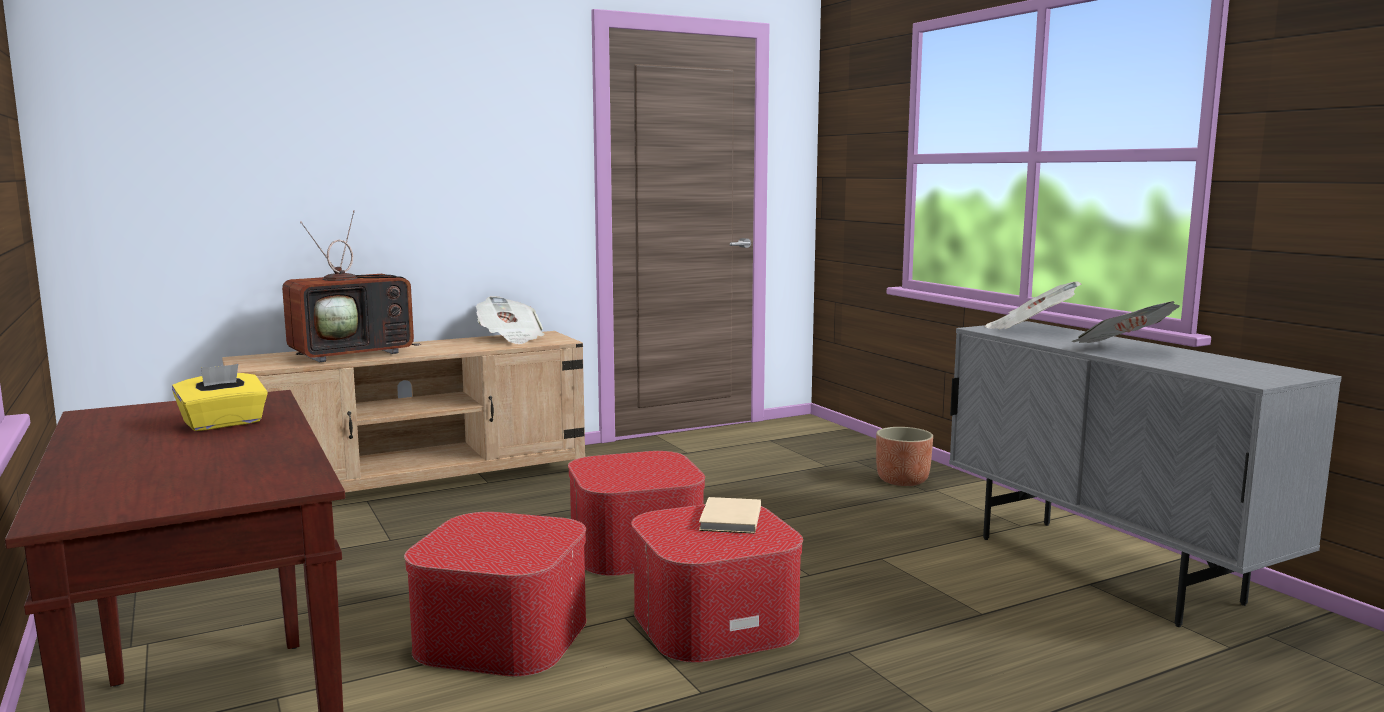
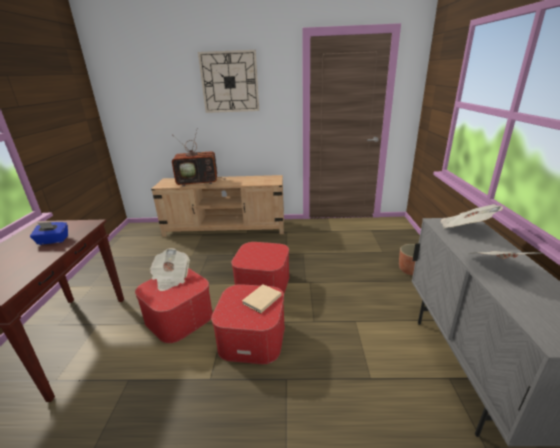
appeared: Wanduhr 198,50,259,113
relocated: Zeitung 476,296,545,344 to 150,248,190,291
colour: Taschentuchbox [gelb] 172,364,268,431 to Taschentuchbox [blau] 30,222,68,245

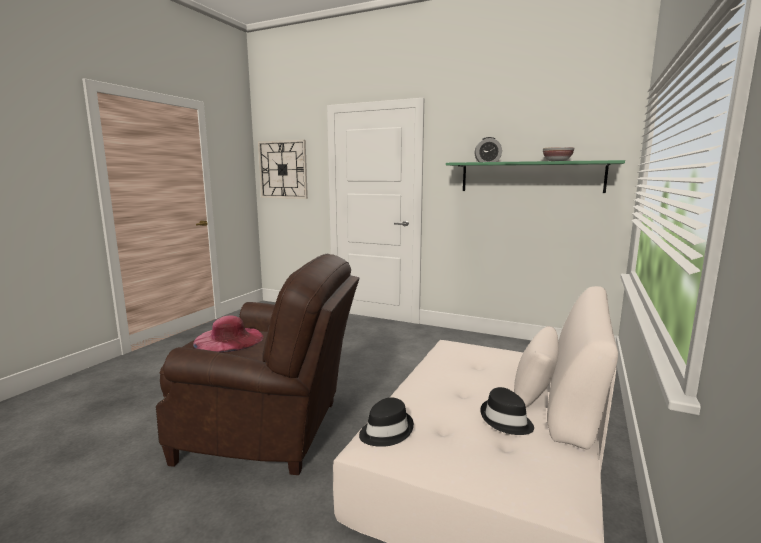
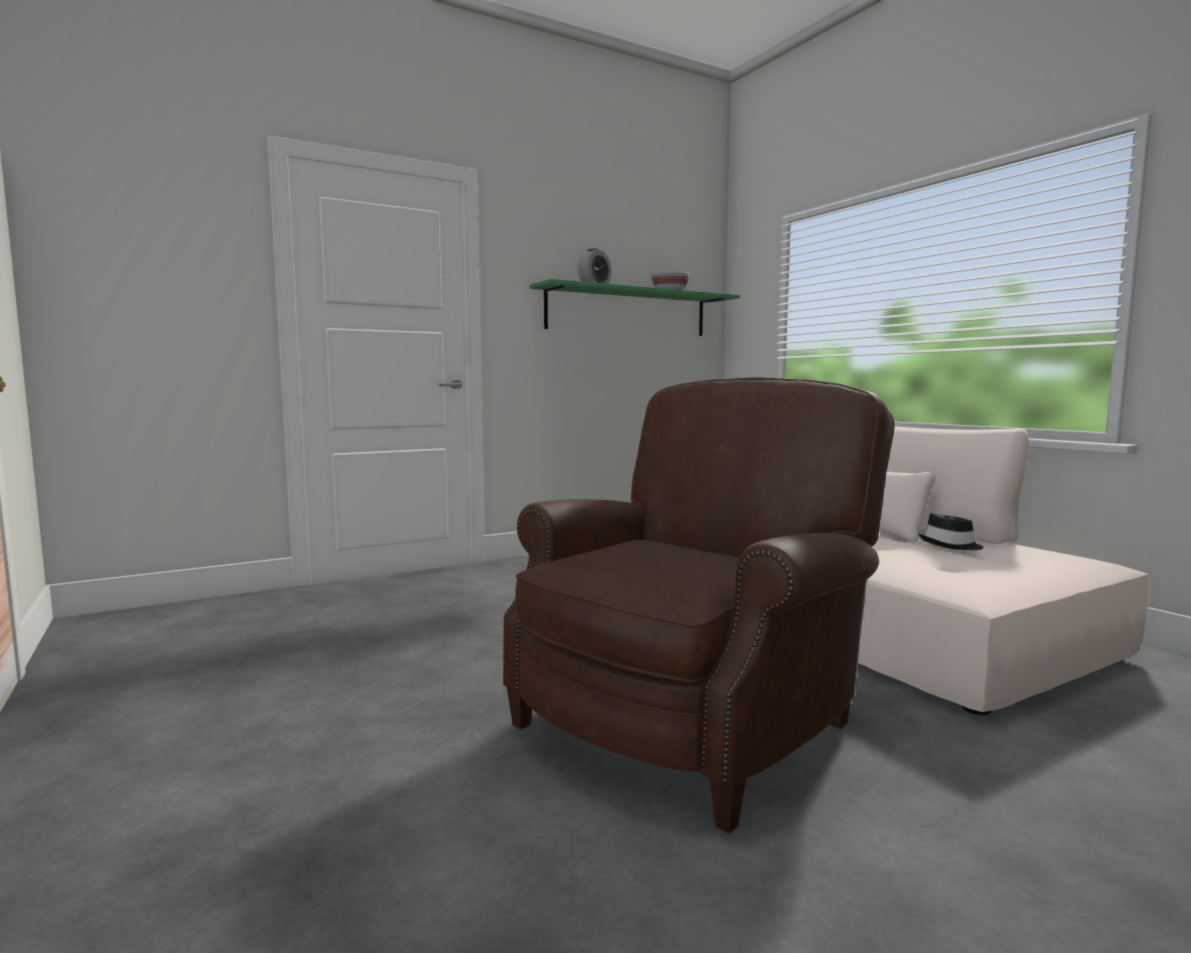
missing: Hut [rosa] 193,315,263,352; Wanduhr 258,140,308,199; Hut [schwarz] 359,397,414,447

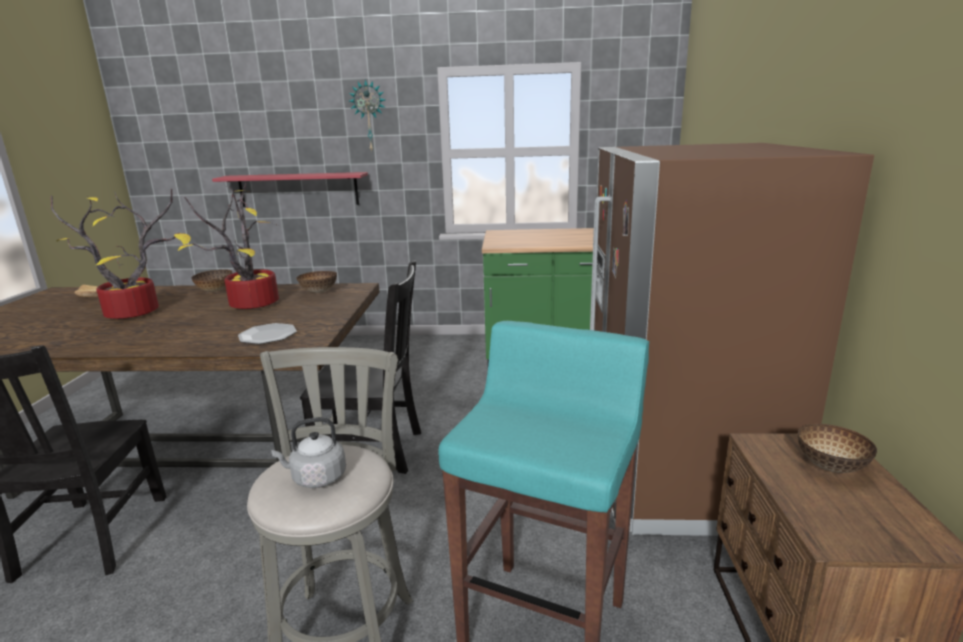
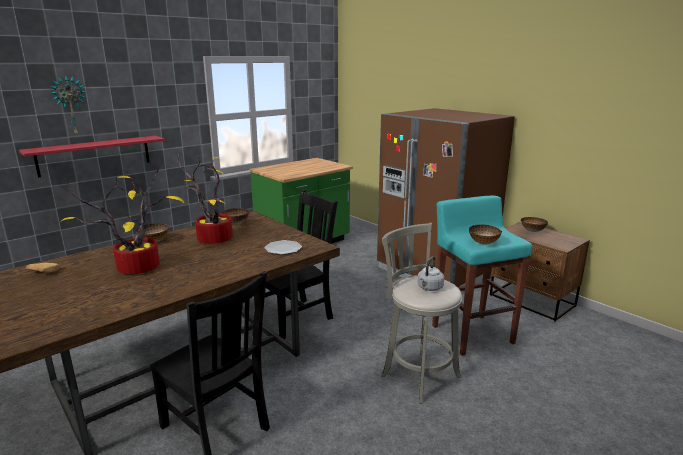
appeared: Schüssel 469,225,502,245
relocated: Wanduhr 349,79,386,151 to 50,75,87,135

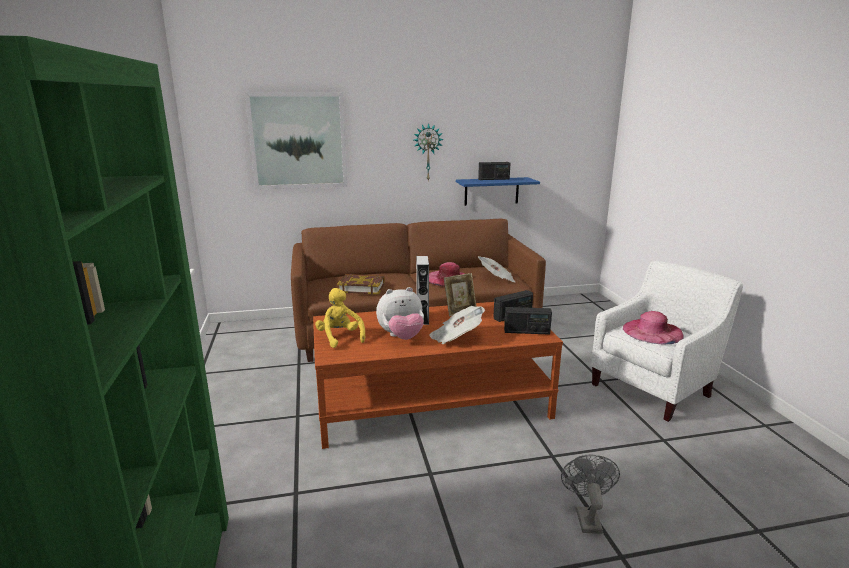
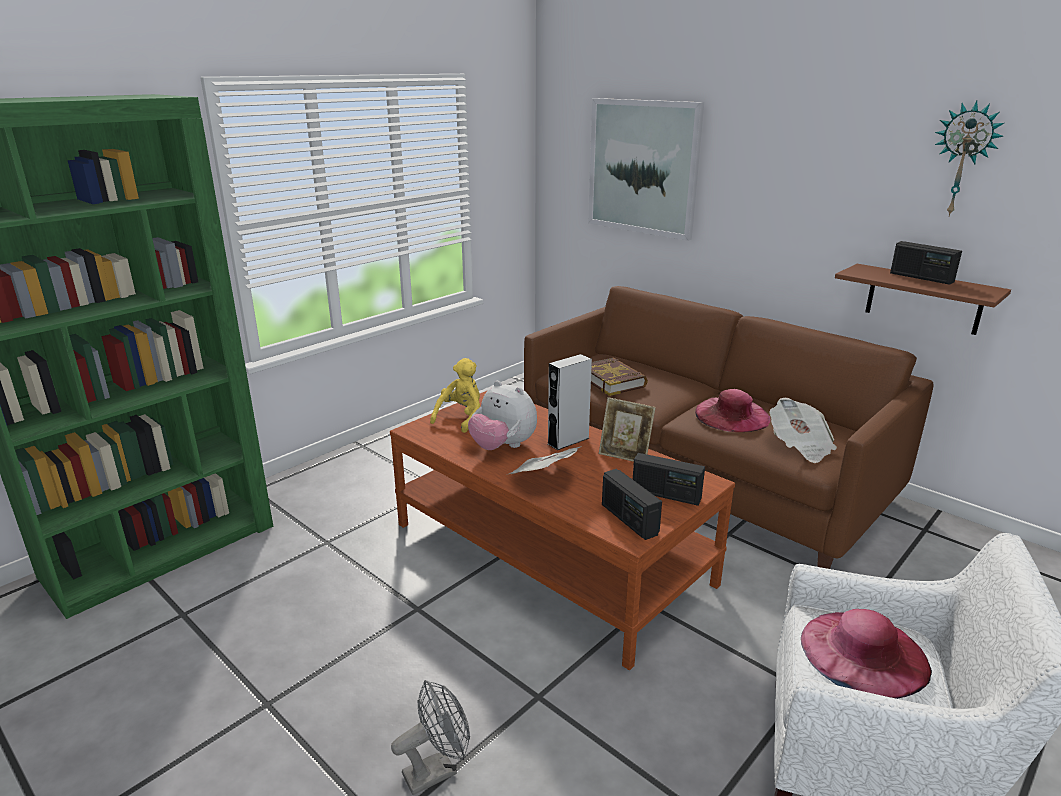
relocated: Wanduhr 414,123,444,181 to 935,101,1004,217
colour: Wandregal [blau] 456,177,540,206 to Wandregal [braun] 835,264,1011,335

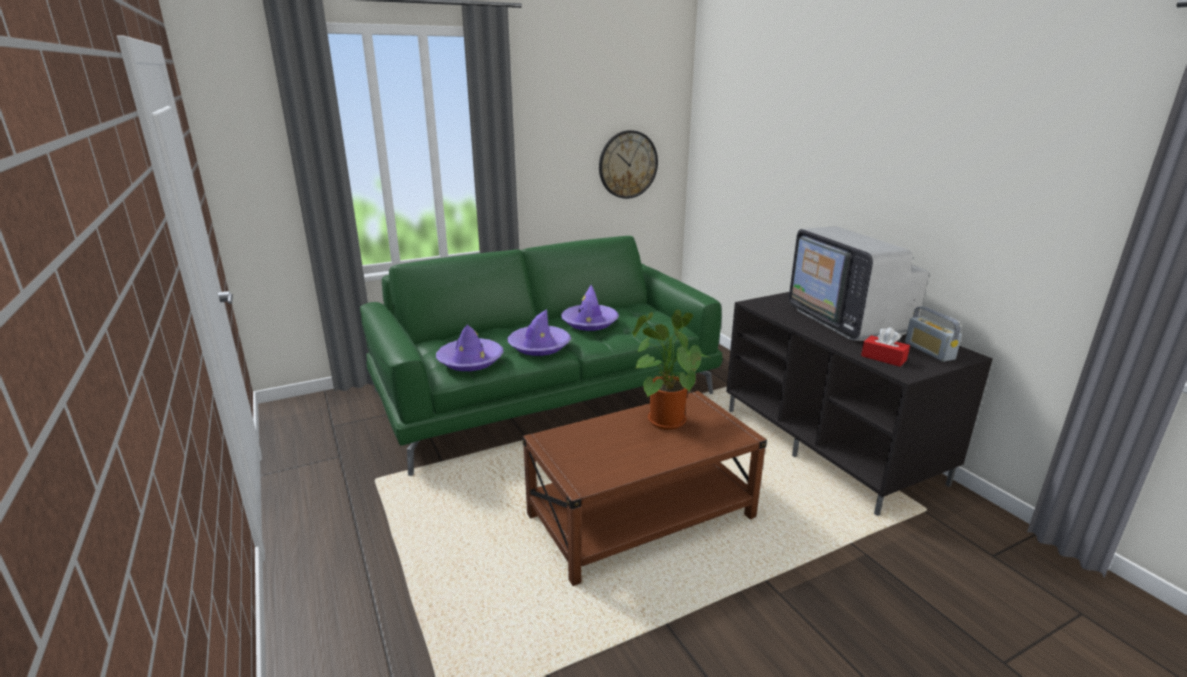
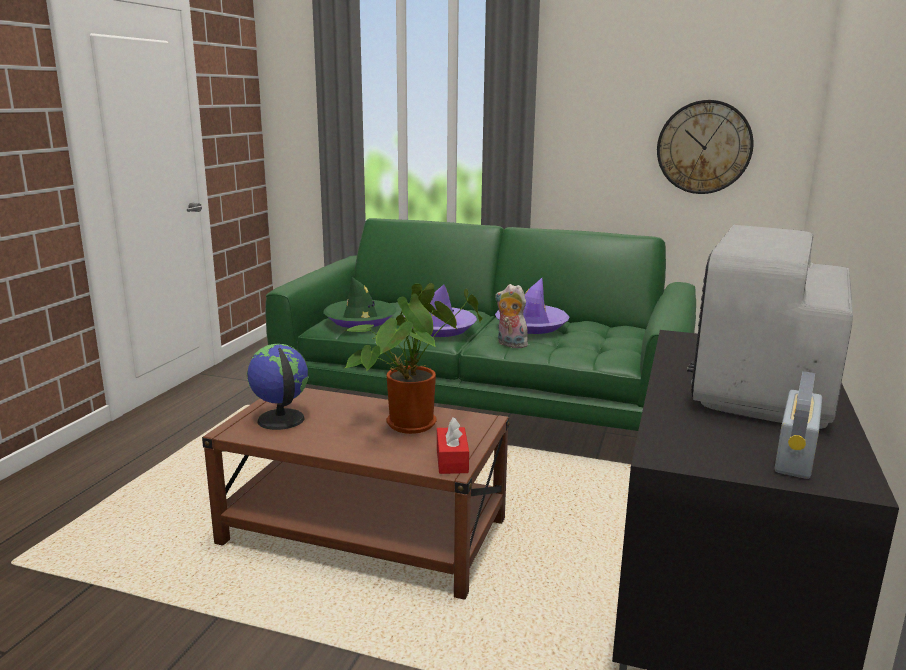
appeared: Globus 247,344,308,430; Plüschtier 495,284,528,348
relocated: Taschentuchbox [rot] 861,327,910,367 to 437,417,469,474
colour: Hut [lila] 436,324,503,371 to Hut [grün] 323,277,396,328

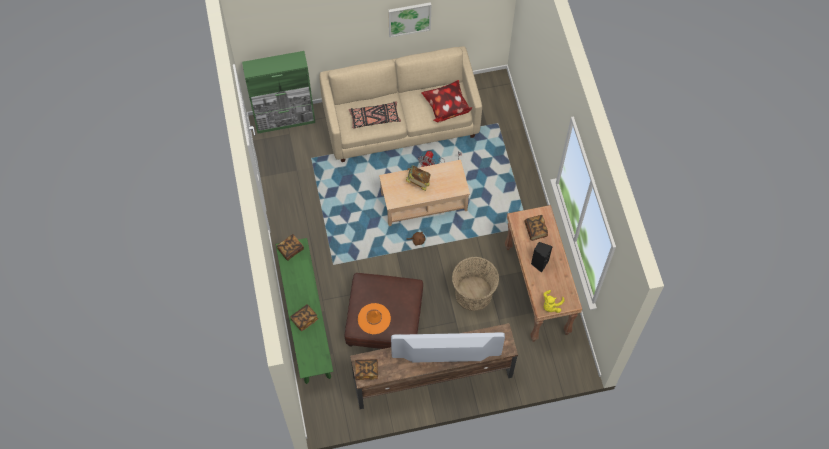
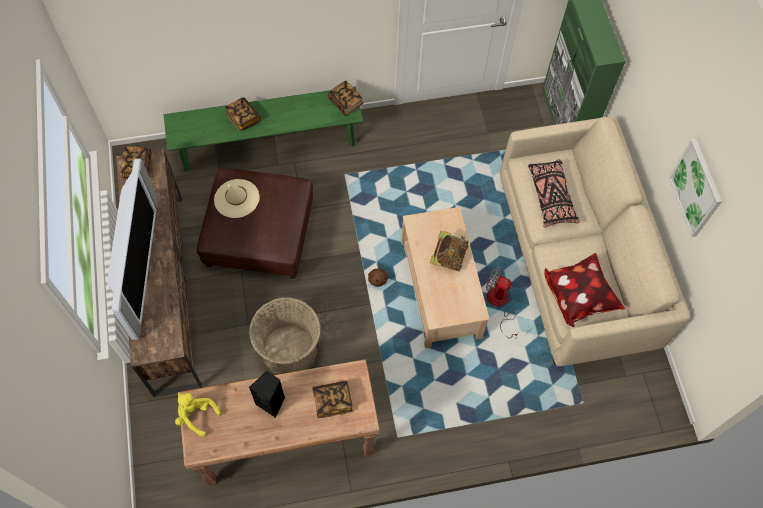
colour: Hut [orange] 358,303,391,334 to Hut [beige] 214,179,260,218

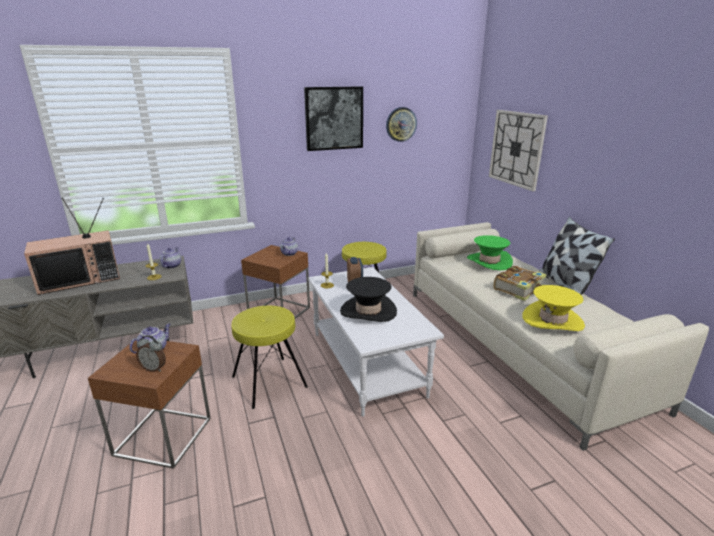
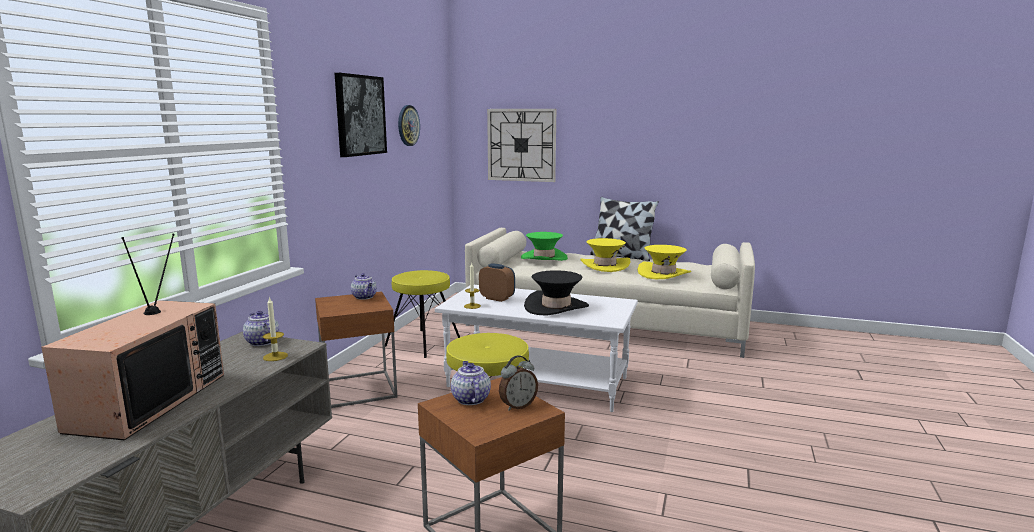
exchanged: Buch 493,266,547,301 to Hut [gelb] 581,238,631,272

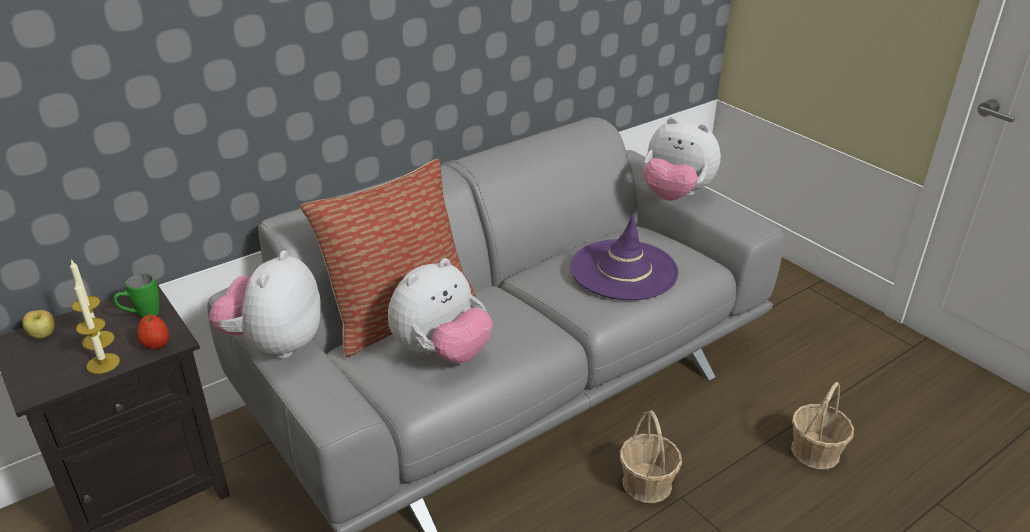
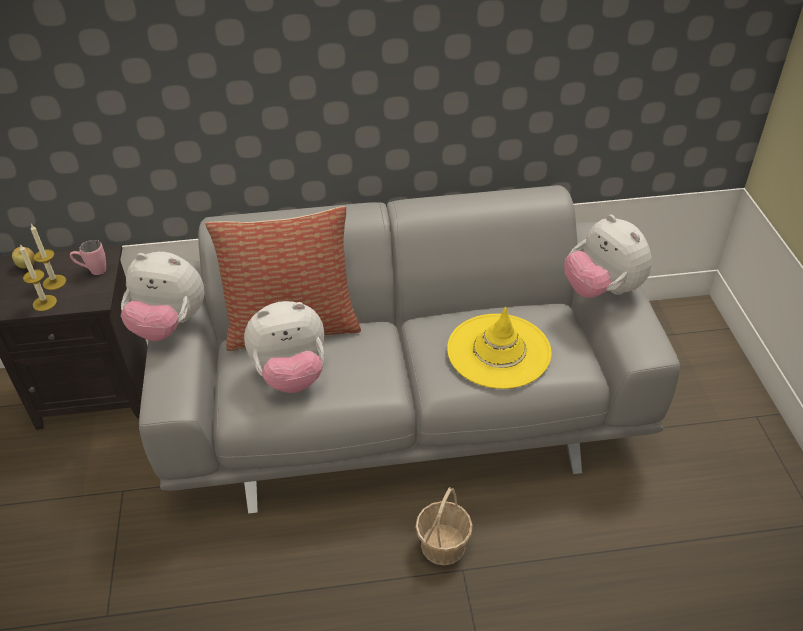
missing: Apfel 137,315,169,349; Korb 791,382,854,469
colour: Henkelbecher [grün] 113,273,159,318 to Henkelbecher [rosa] 70,240,106,275; Hut [lila] 571,214,678,300 to Hut [gelb] 447,307,551,389
spun: Plüschtier 209,250,321,359 = 121,252,204,341 120 degrees counterclockwise

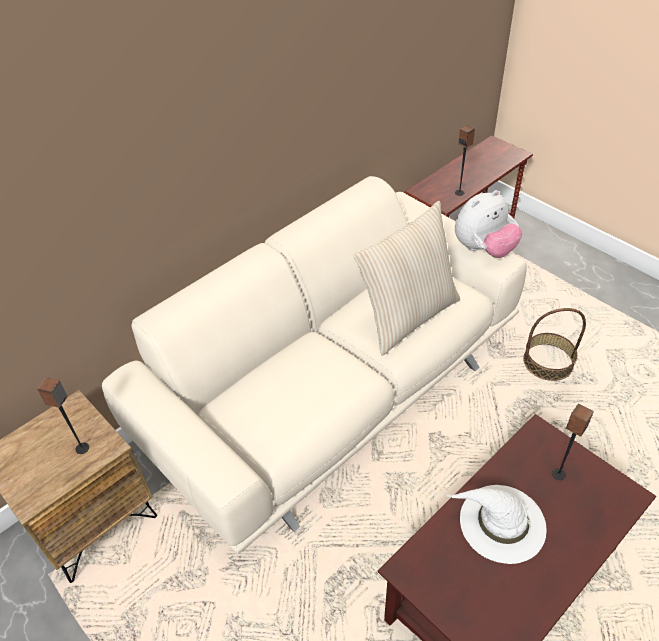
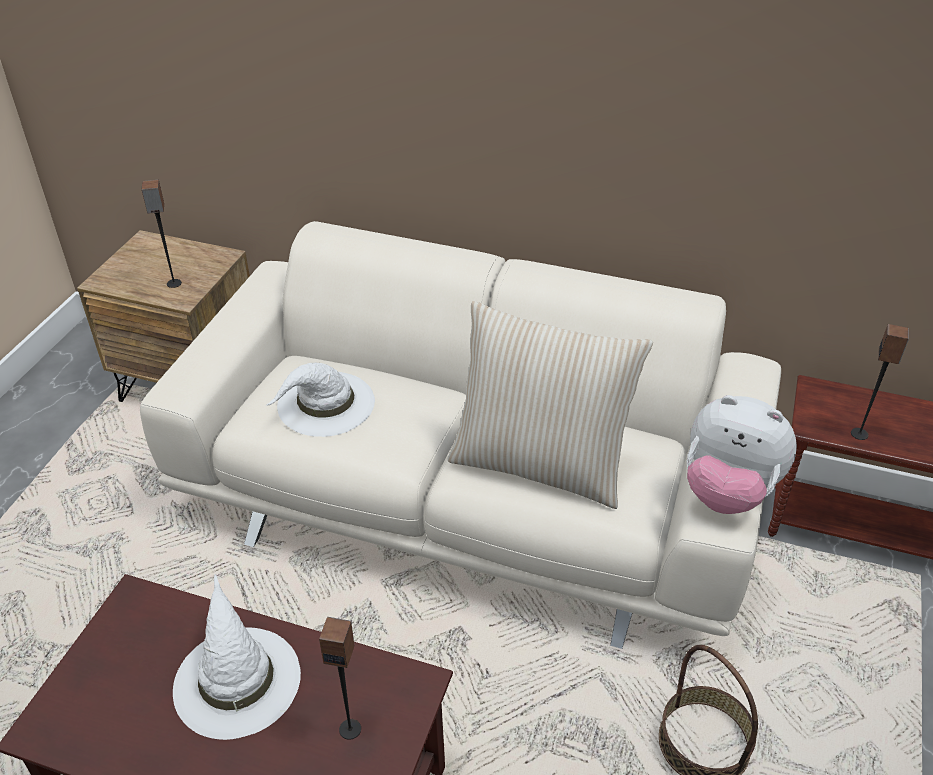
appeared: Hut [weiß] 267,363,375,437

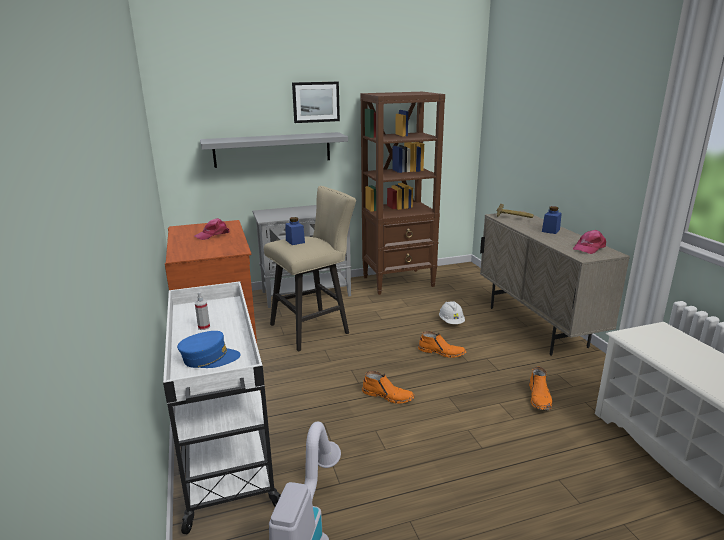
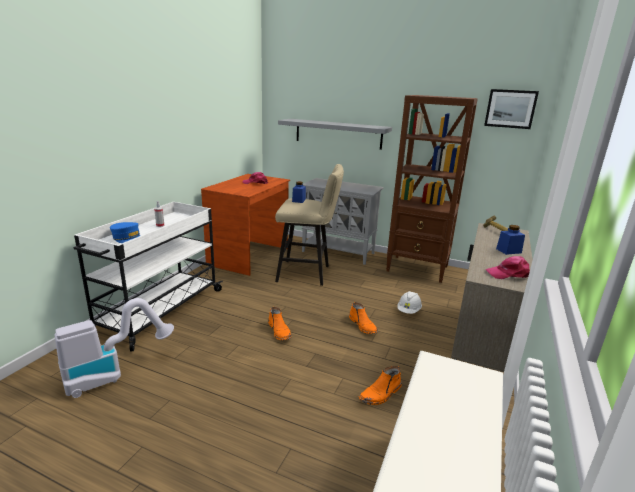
relocated: Bild 292,82,340,123 to 484,89,539,129

